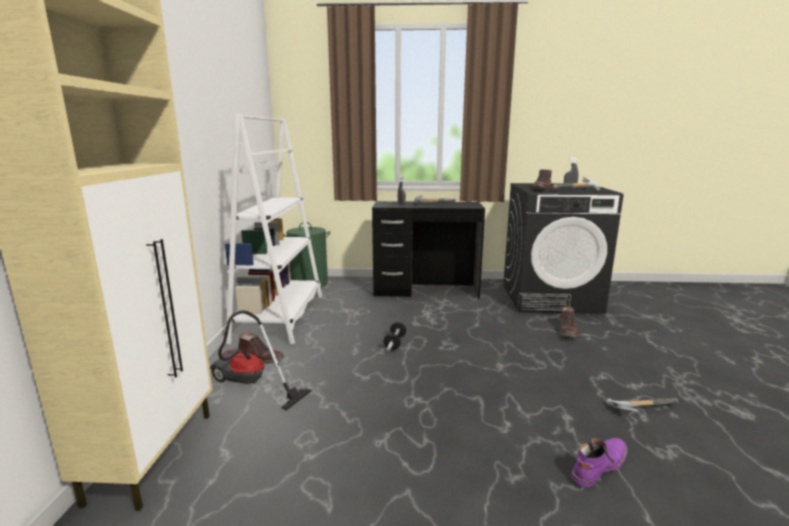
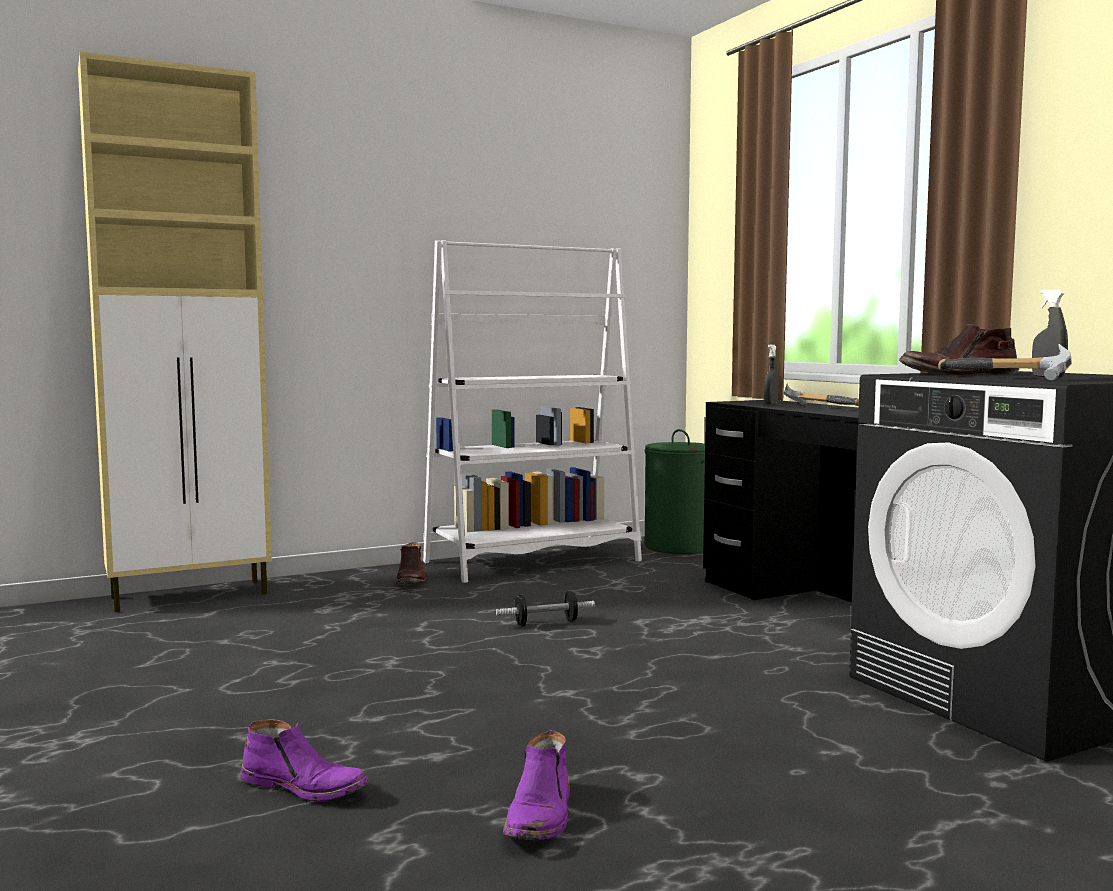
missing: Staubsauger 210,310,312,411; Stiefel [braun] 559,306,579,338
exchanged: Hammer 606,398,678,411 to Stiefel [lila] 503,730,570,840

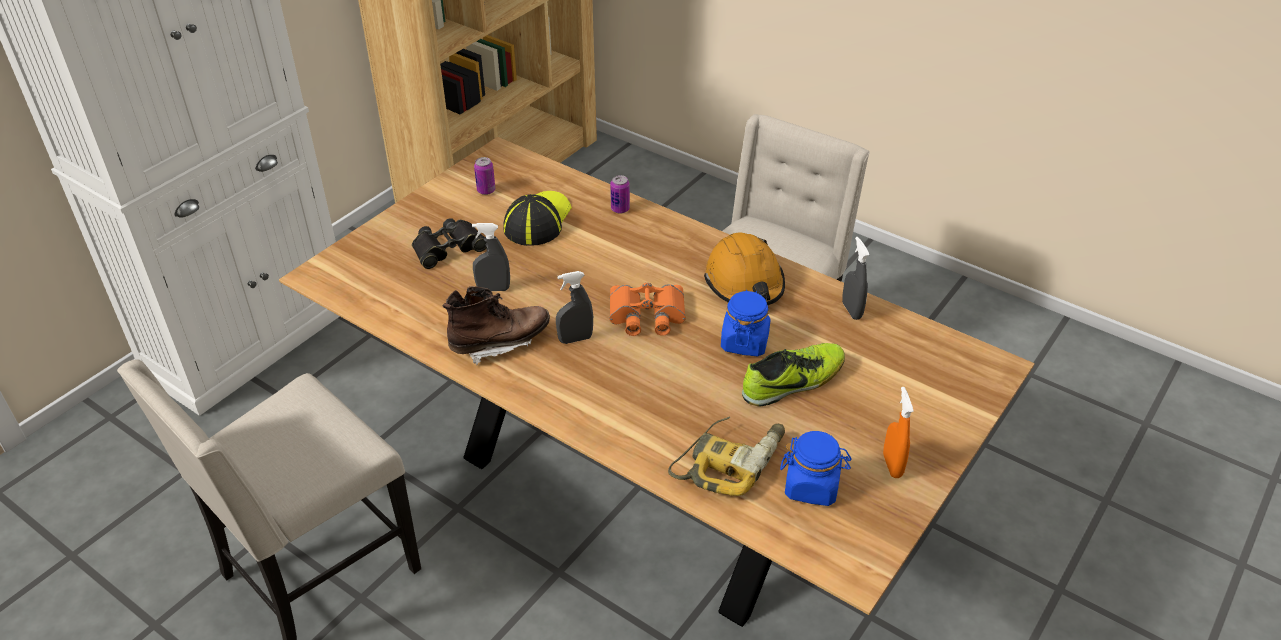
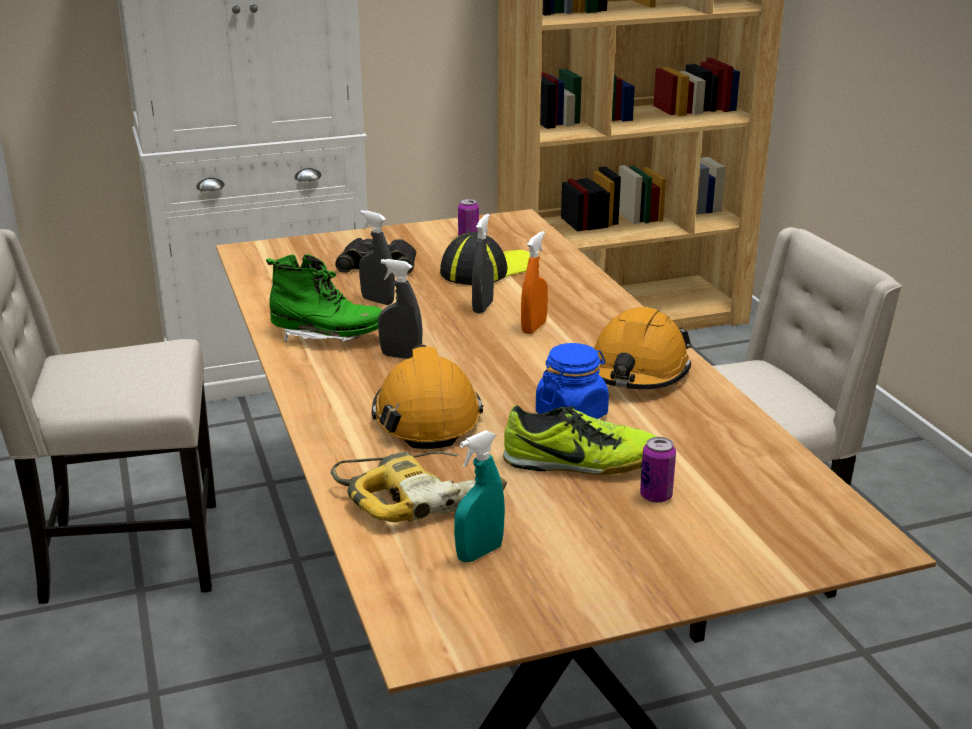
missing: Fernglas [orange] 610,283,686,336
appeared: Schutzhelm [orange] 372,344,483,449
relocated: Dose 610,175,630,214 to 640,437,676,503; Sprühflasche [grau] 842,237,869,320 to 472,214,494,313; Sprühflasche [orange] 883,387,914,478 to 521,231,548,334
exchanged: Vorratsglas [blau] 780,431,852,506 to Sprühflasche [türkis] 454,430,505,562
colour: Stiefel [braun] 442,286,550,365 to Stiefel [grün] 266,254,382,343

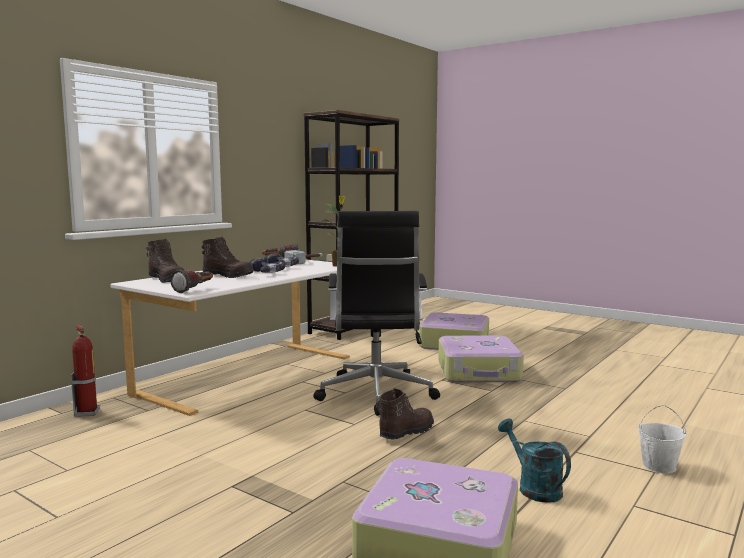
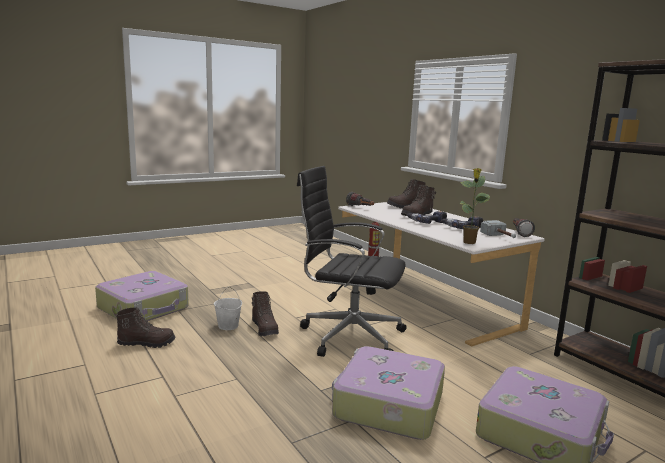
relocated: Eimer [weiß] 638,405,686,474 to 214,287,242,330
exchanged: Gießkanne [türkis] 498,419,571,503 to Stiefel [braun] 116,307,176,348

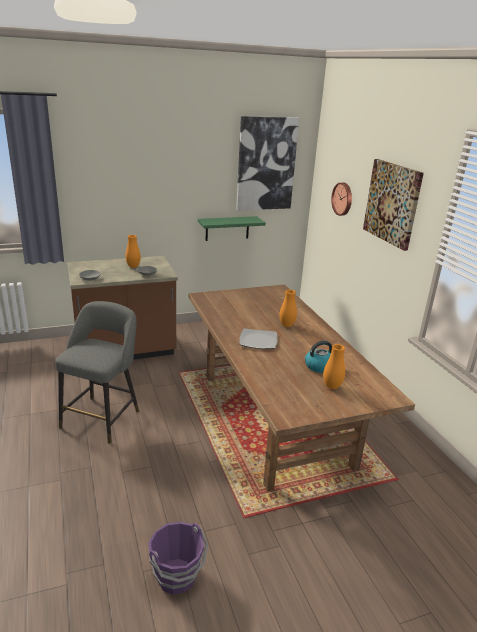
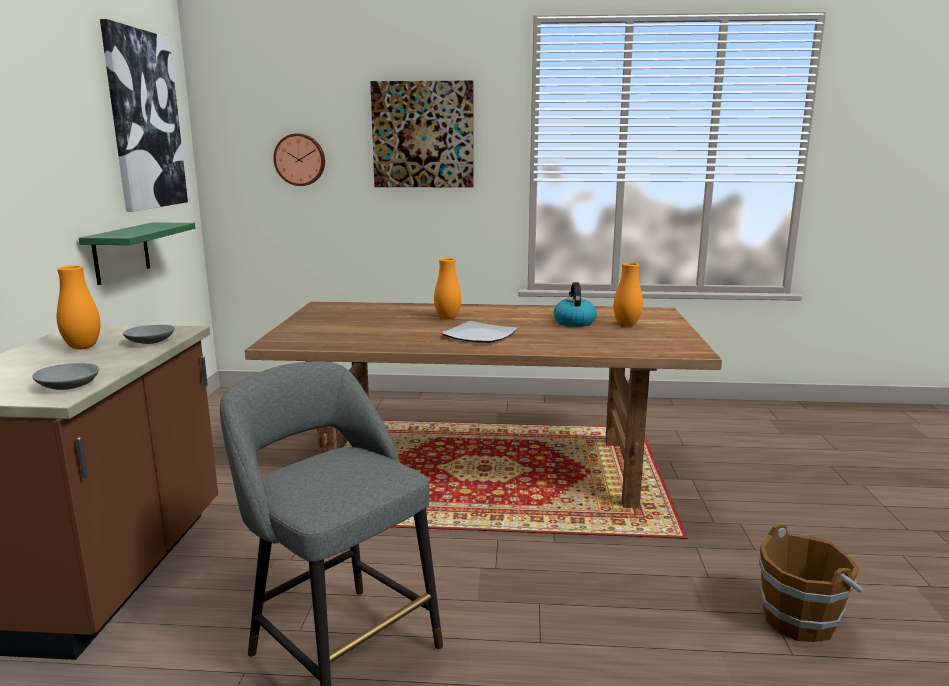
colour: Eimer [lila] 148,522,208,594 to Eimer [braun] 759,524,863,642

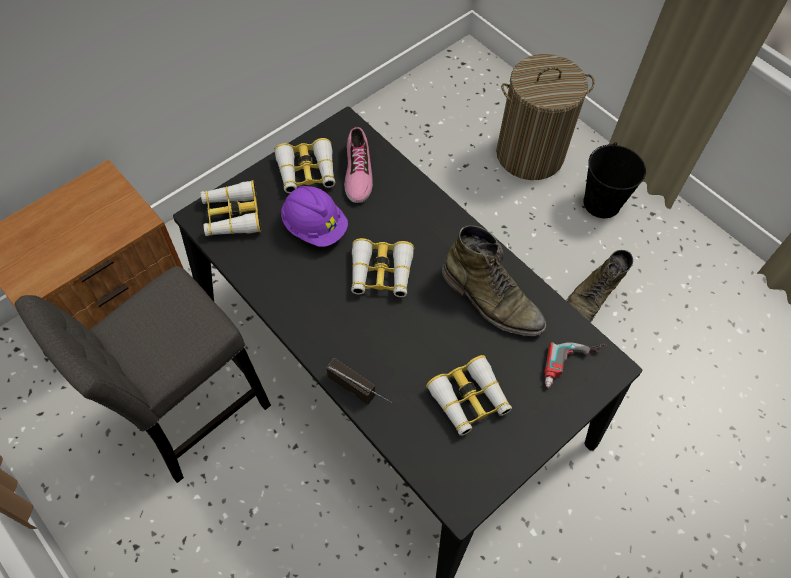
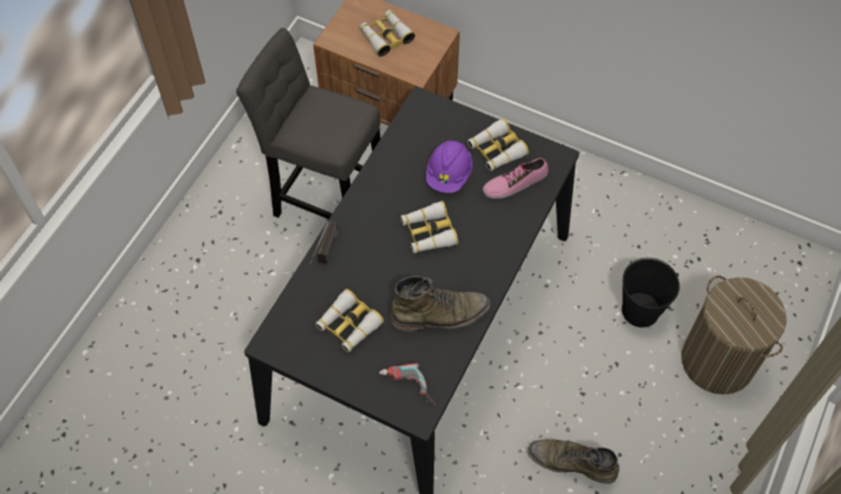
relocated: Fernglas 201,180,261,236 to 360,10,415,57; Eimer [schwarz] 583,142,646,218 to 622,258,680,327
spun: Stiefel [grün] 442,225,546,336 = 390,276,490,332 120 degrees counterclockwise

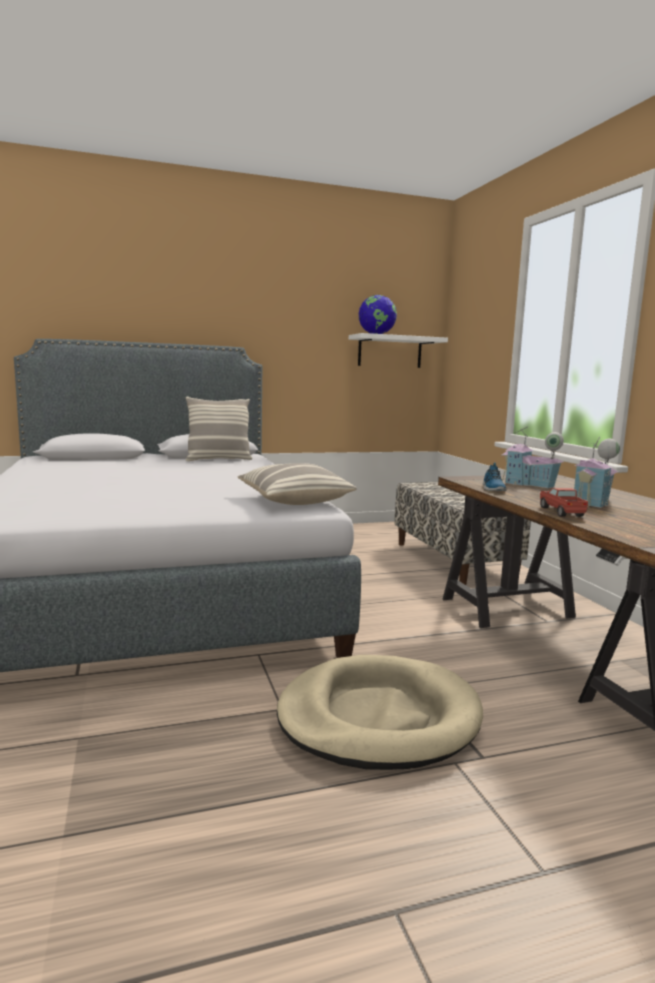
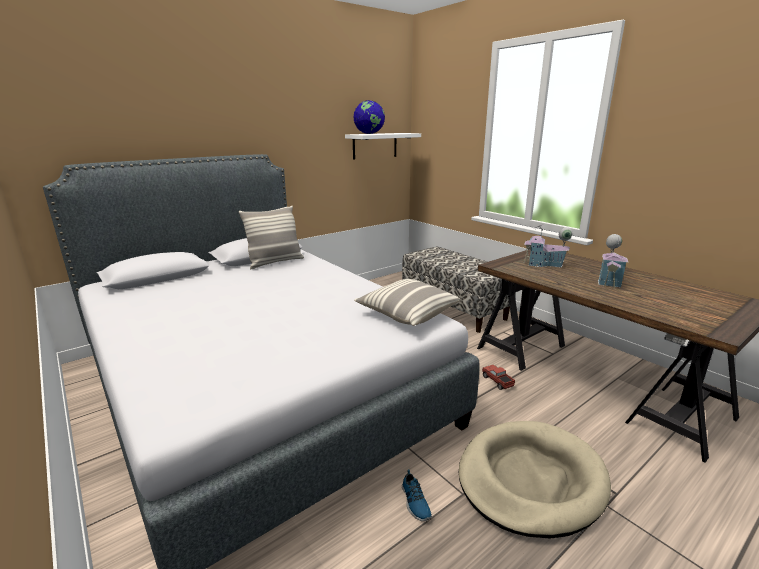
relocated: Schuh 483,462,507,491 to 402,469,432,521; Spielzeuglaster 540,488,588,517 to 482,365,515,390

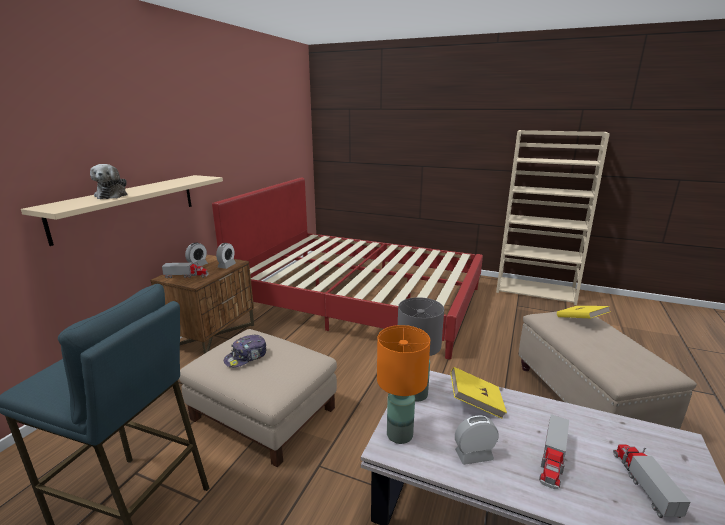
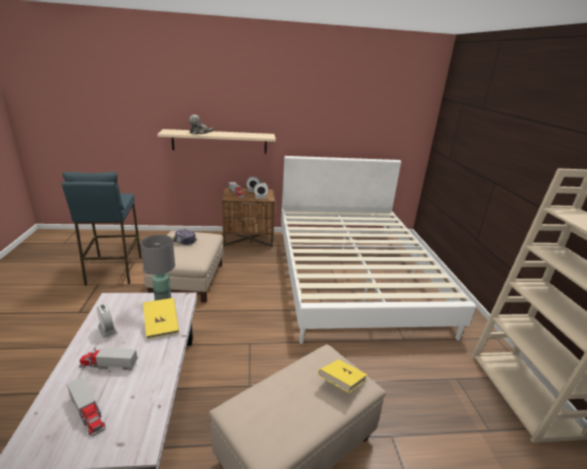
missing: Tischlampe [orange] 377,325,430,444
colour: Bett [rot] 212,178,483,359 to Bett [weiß] 281,156,476,344
spun: Spielzeuglaster 613,444,690,518 = 67,377,105,436 75 degrees clockwise

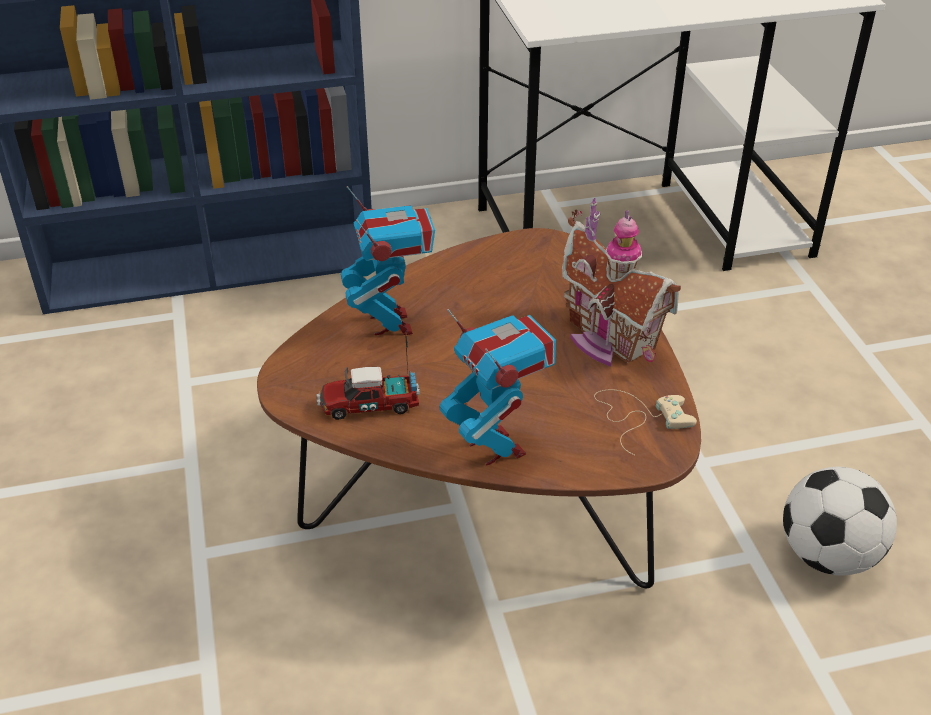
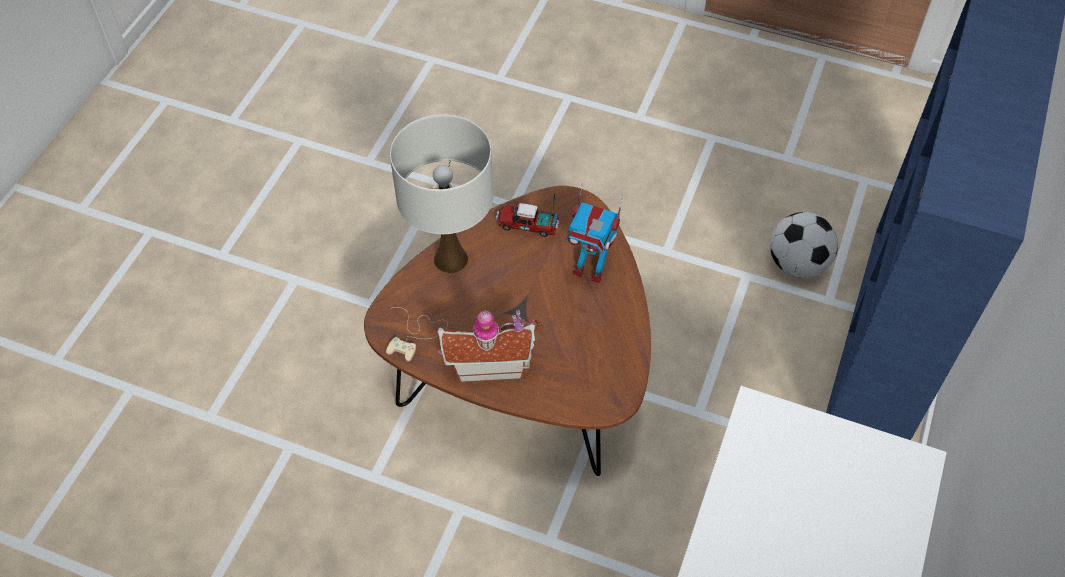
relocated: Fußball 783,467,897,576 to 770,212,838,278
exchanged: Spielzeugroboter 440,309,556,466 to Tischlampe [weiß] 390,114,493,273
spun: Spielzeuglaster 316,333,420,420 = 496,195,559,237 105 degrees counterclockwise

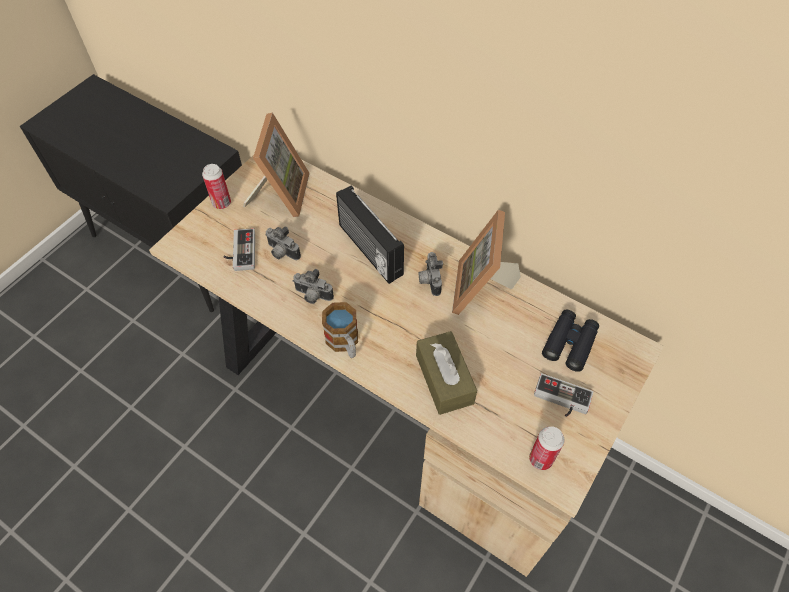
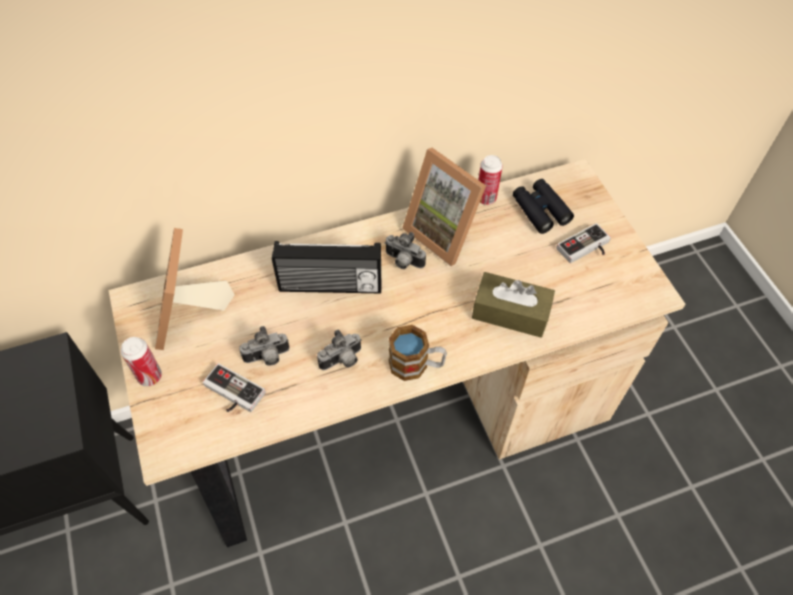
relocated: Dose 529,426,565,470 to 478,155,503,205
spun: Bilderrahmen 243,112,310,217 = 155,228,235,350 135 degrees counterclockwise

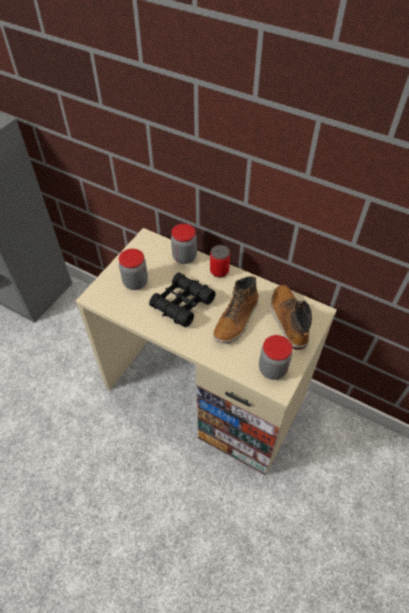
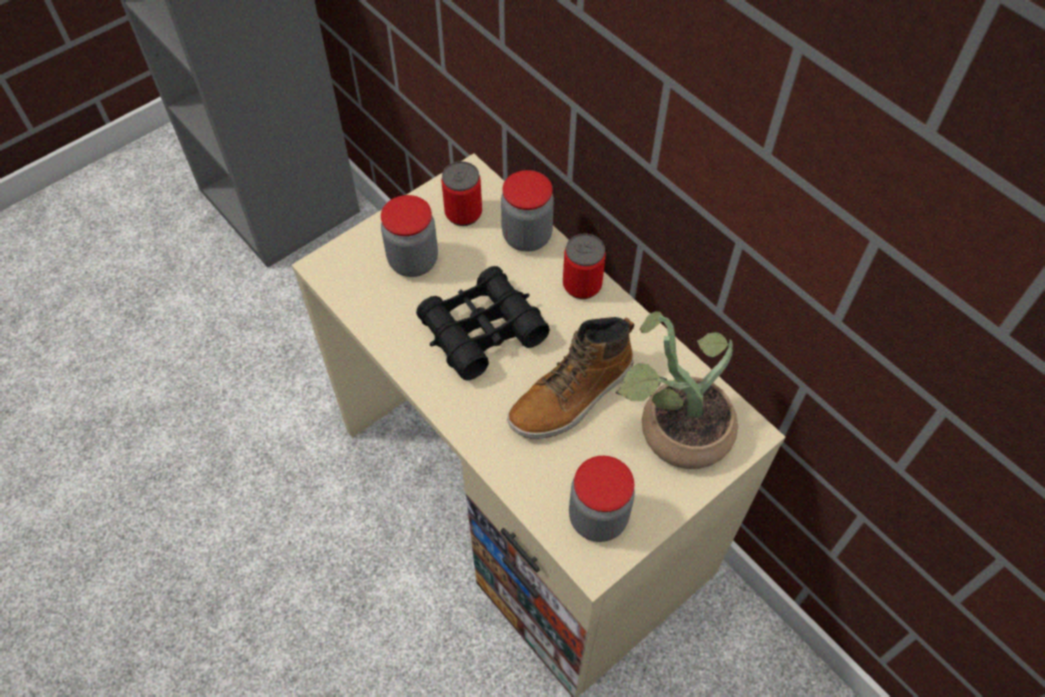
appeared: Dose 441,161,482,226
exchanged: Stiefel 271,285,312,350 to Topfpflanze 616,311,738,469

